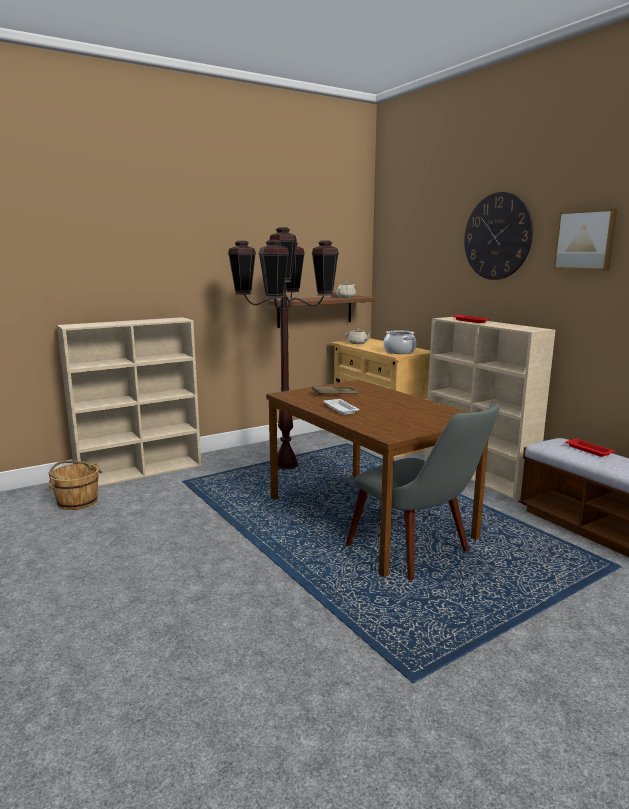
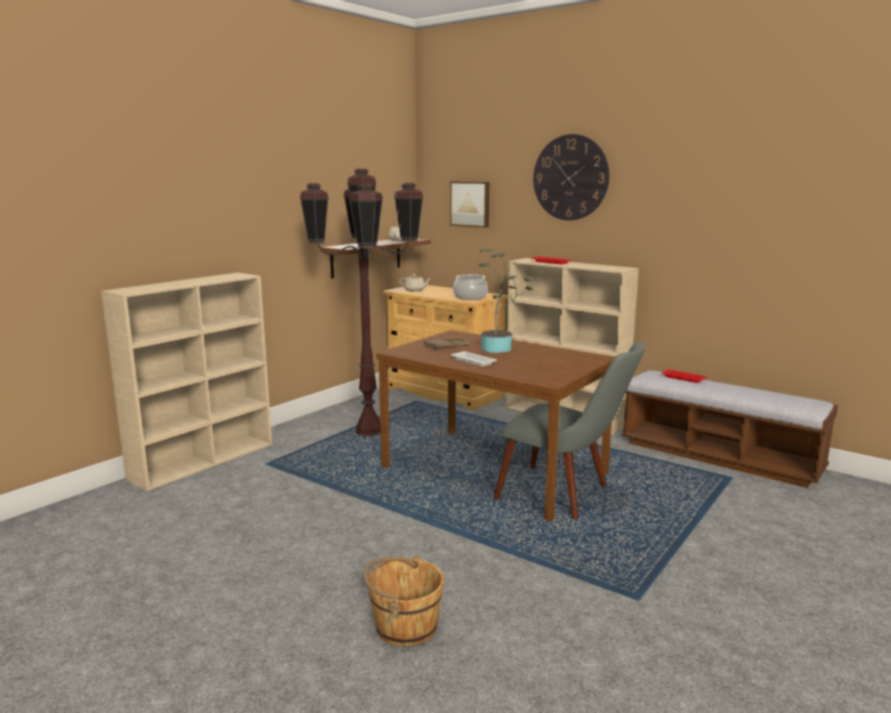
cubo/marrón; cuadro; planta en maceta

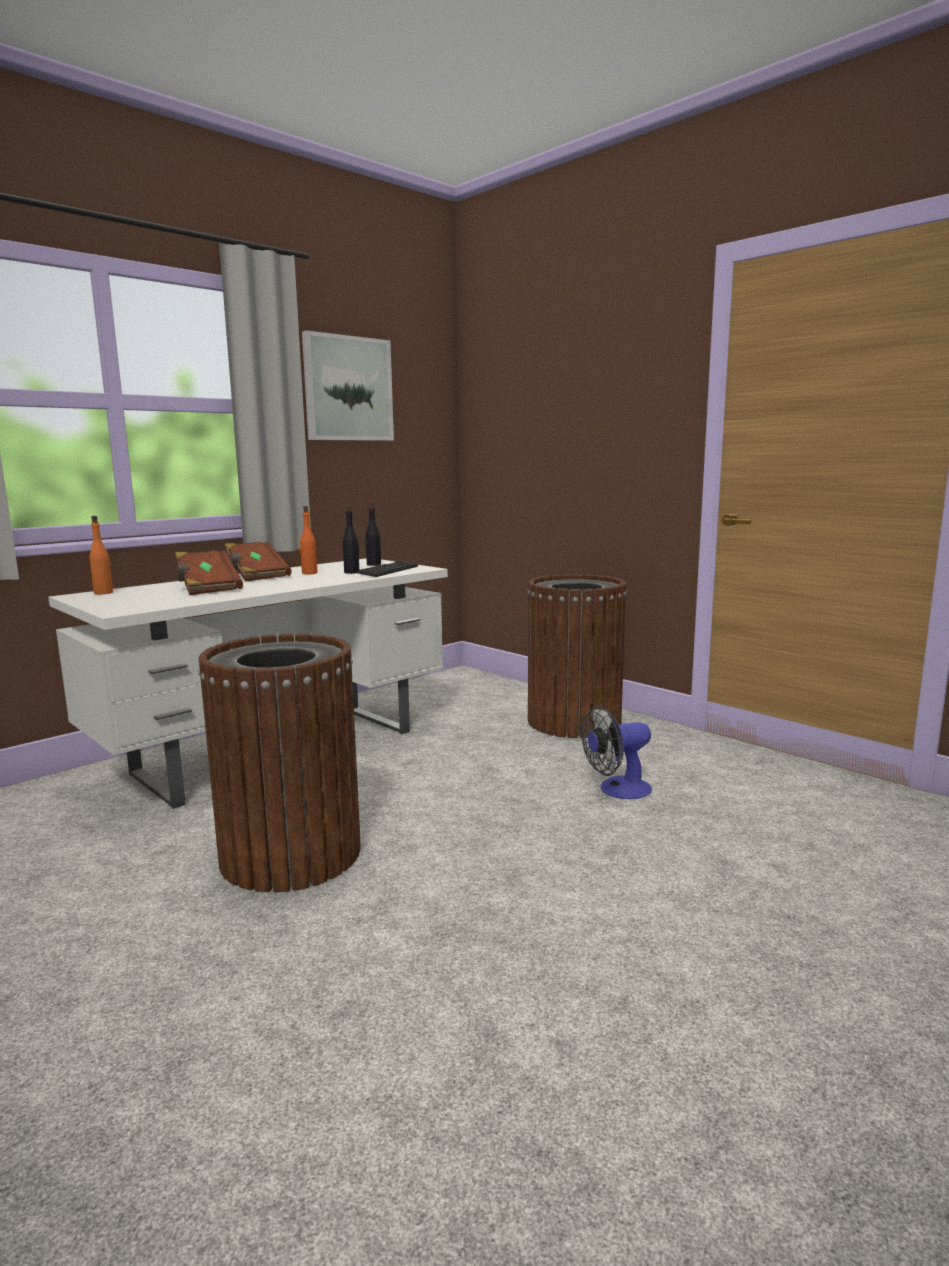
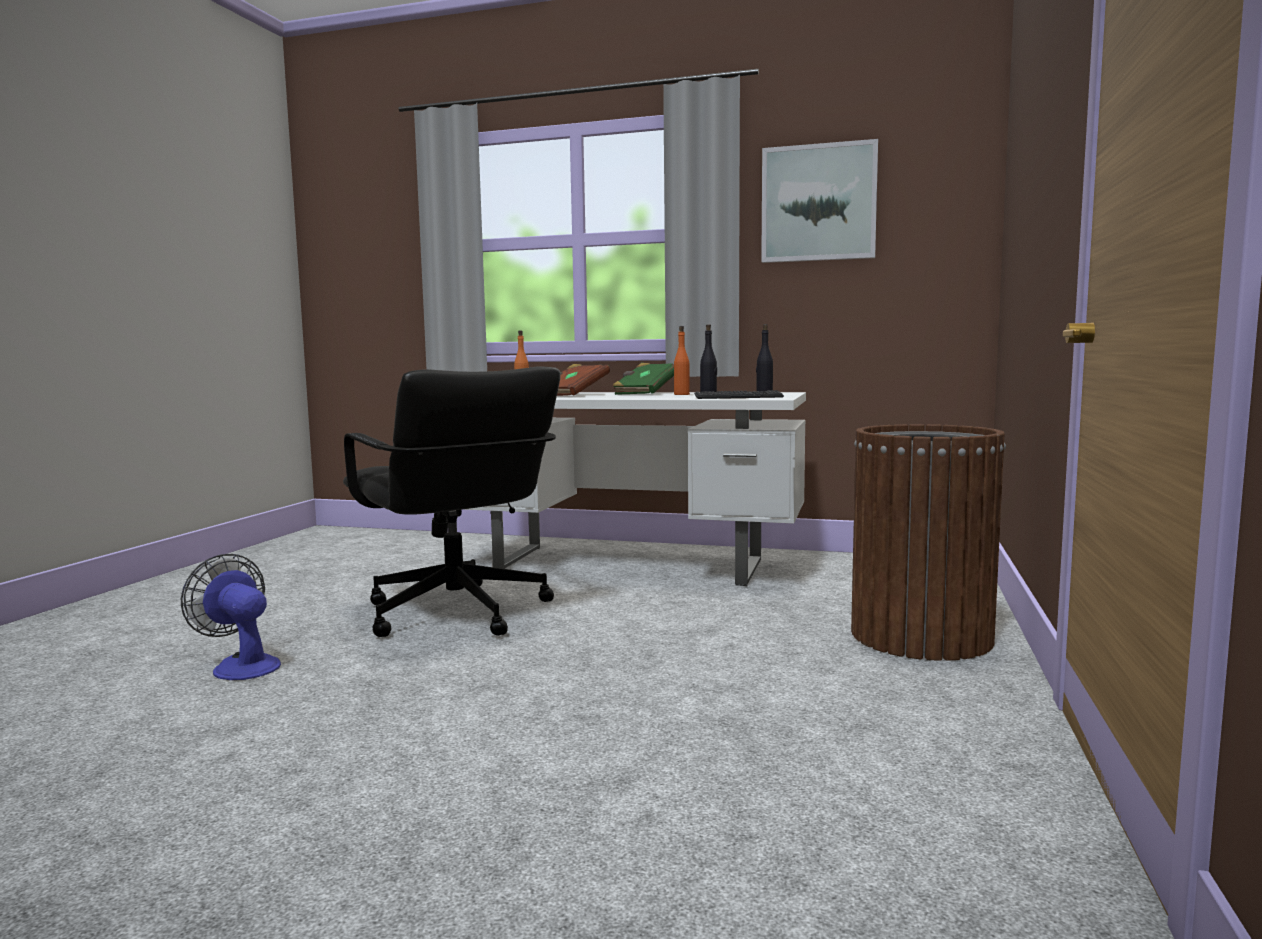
ventilador; silla de oficina/negro; libro/verde

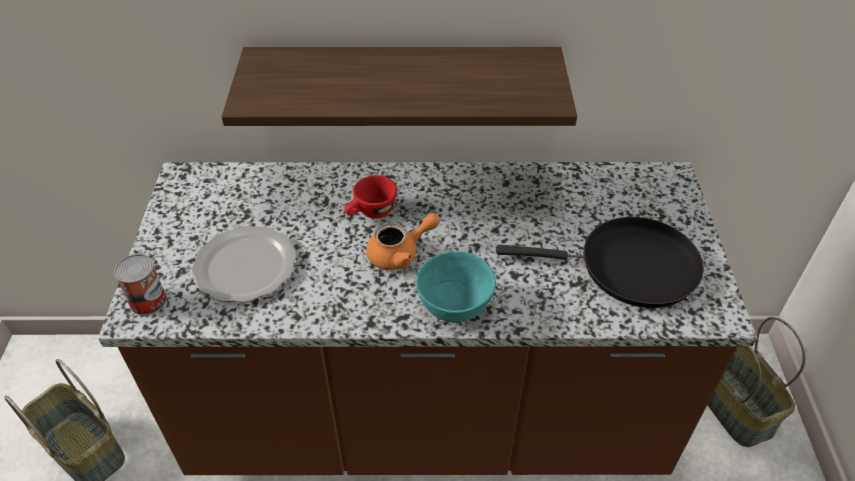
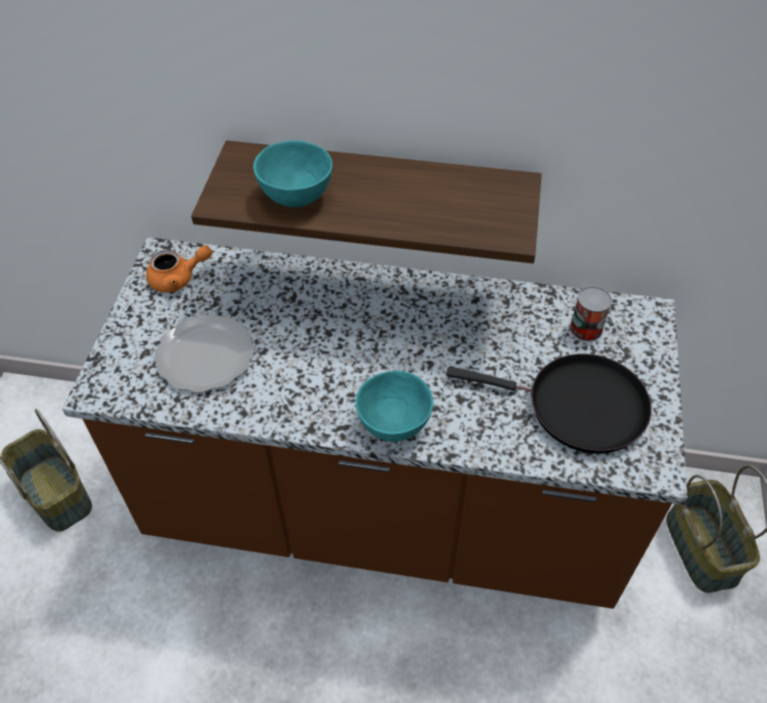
tetera/naranja; cuenco/turquesa (no. 1 from left); lata; taza/rojo

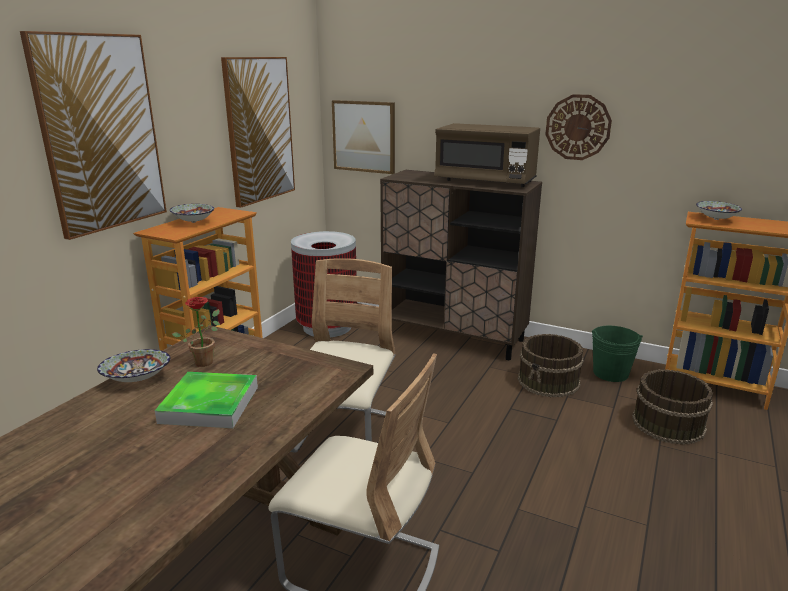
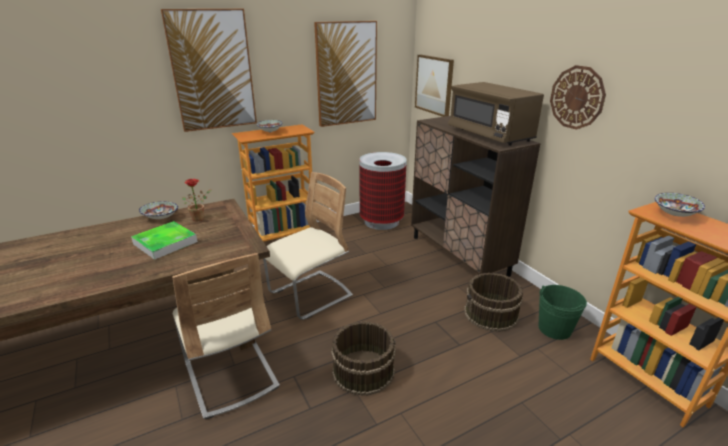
cubo/marrón (no. 1 from left)

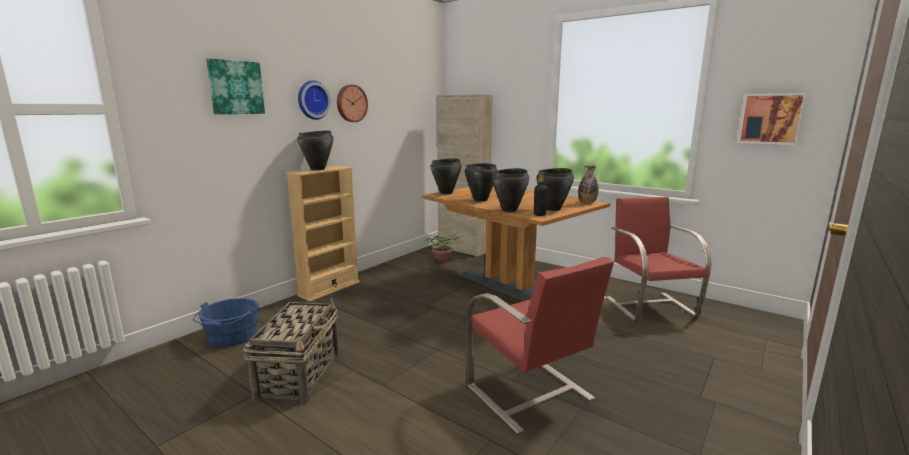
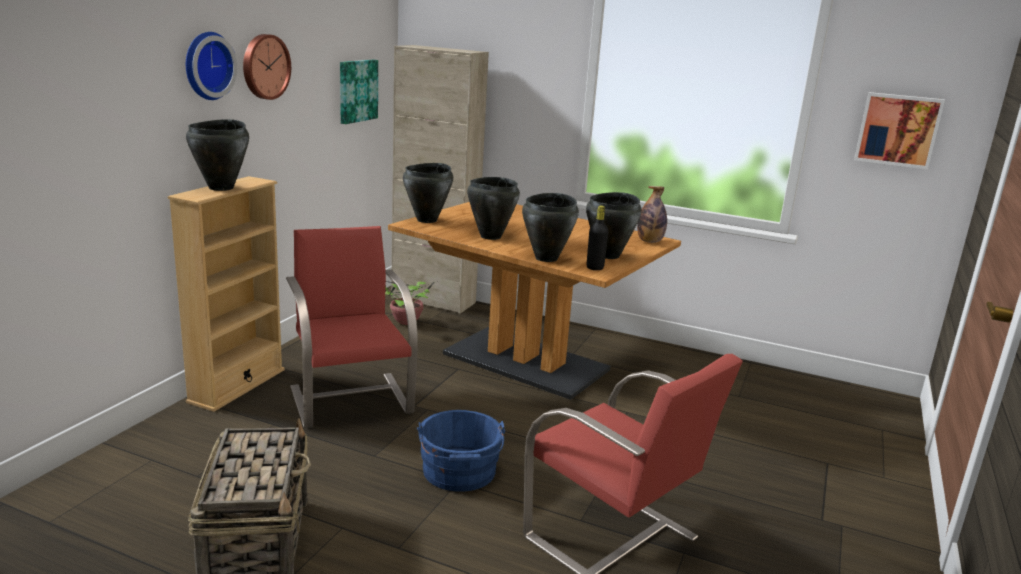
silla/rojo (no. 1 from left); cuadro (no. 1 from left); cubo/azul

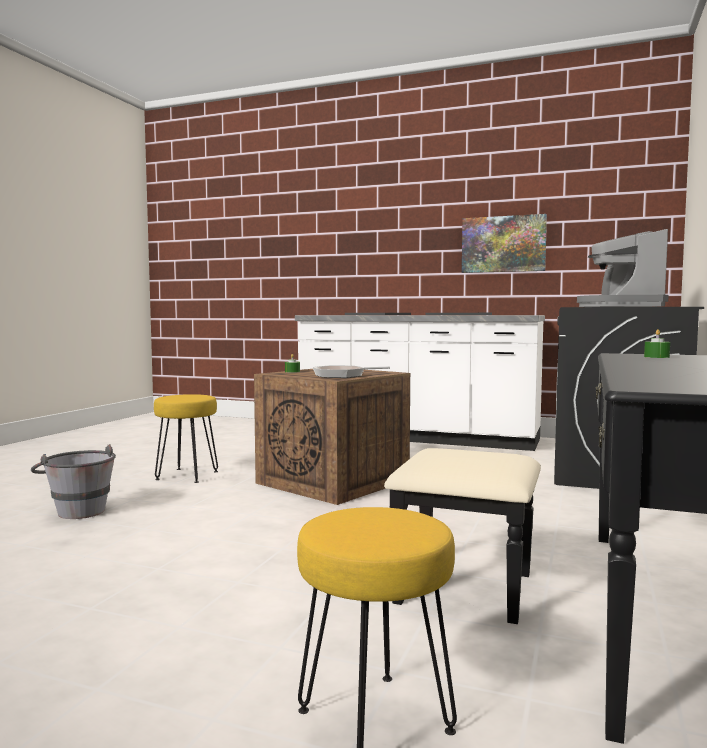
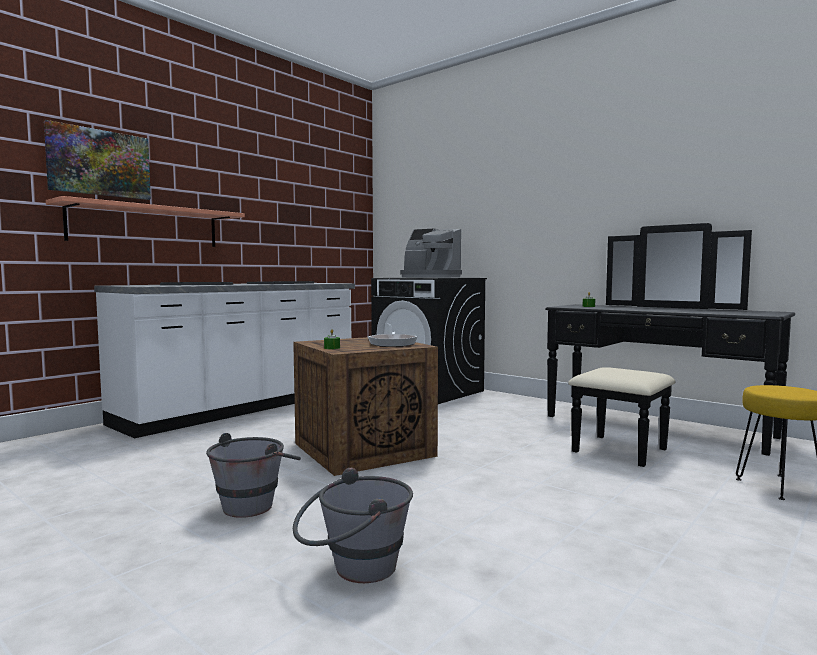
cuadro; estante; cubo/gris (no. 1 from left)

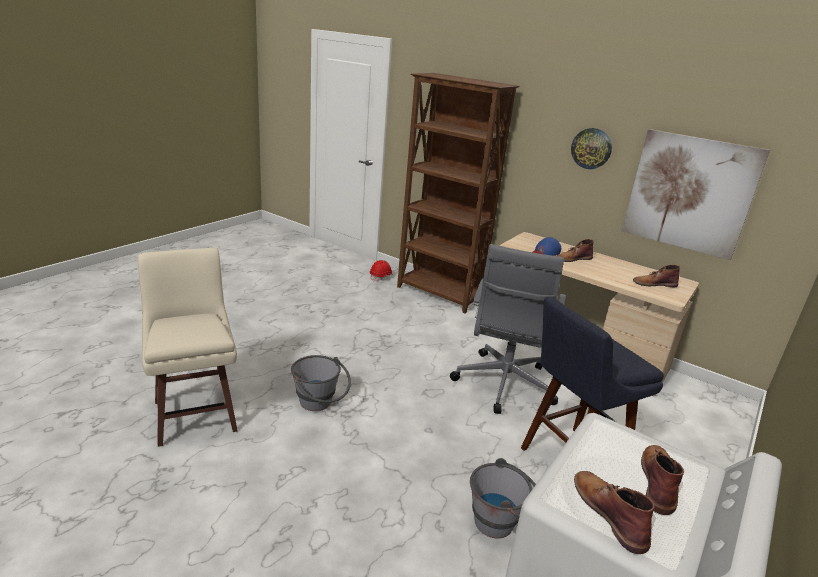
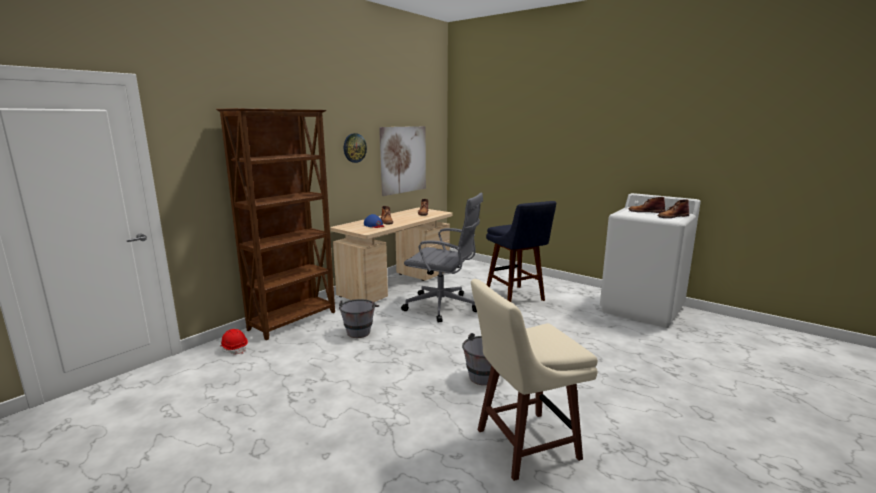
cubo/gris (no. 1 from left)

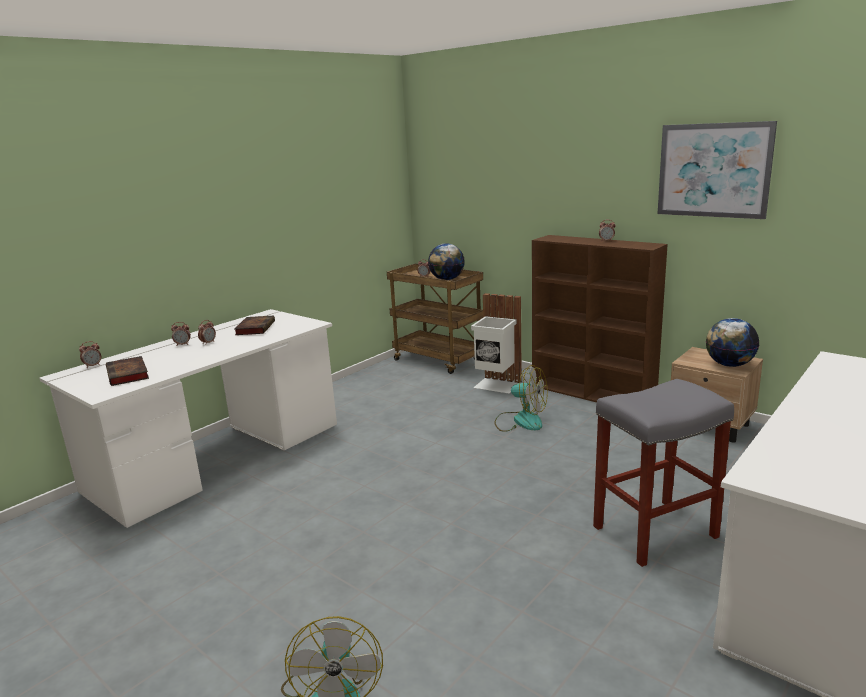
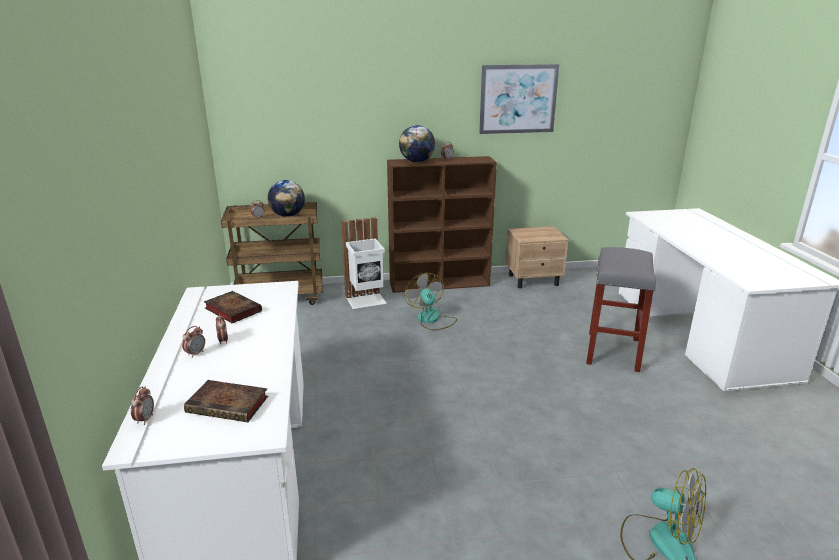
globo terráqueo (no. 2 from left); ventilador (no. 1 from left)

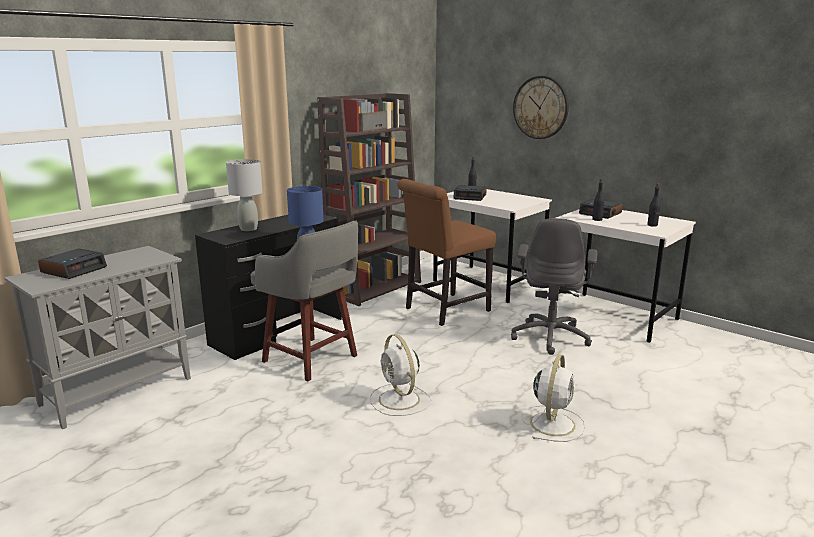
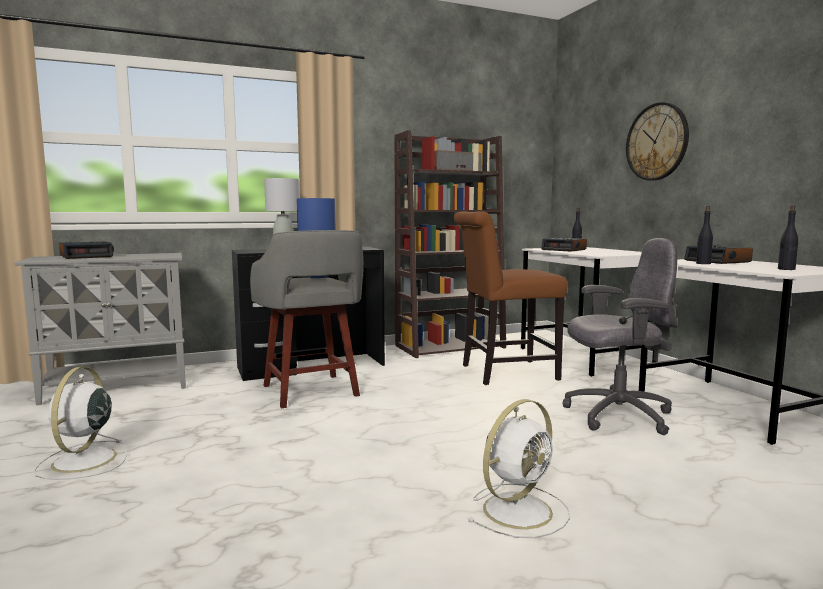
ventilador/blanco (no. 1 from left); silla de oficina/gris

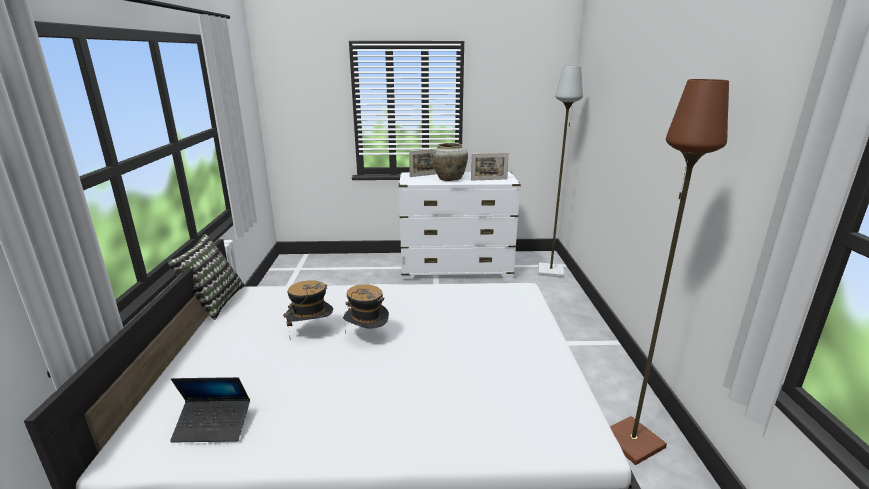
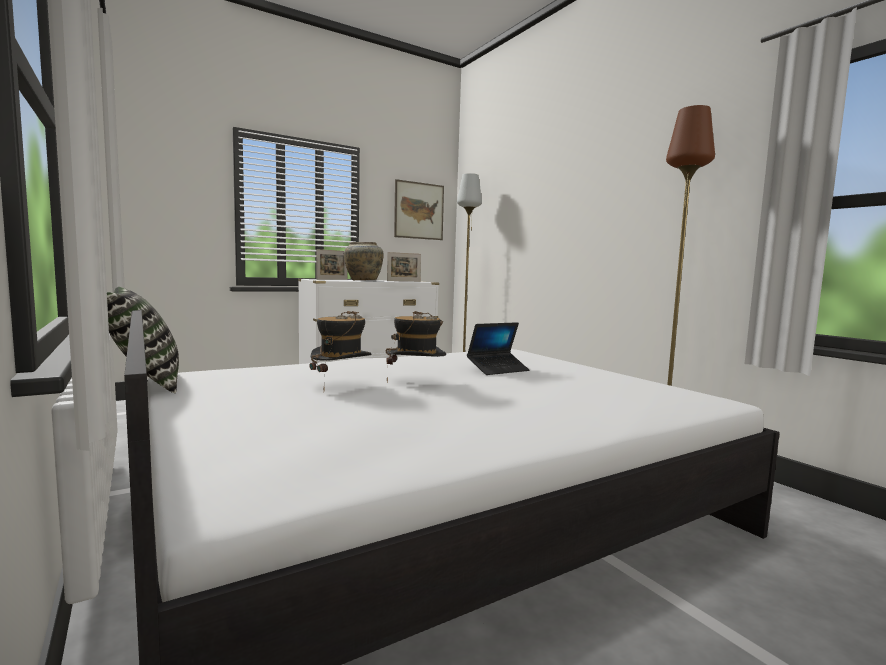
cuadro; portátil

